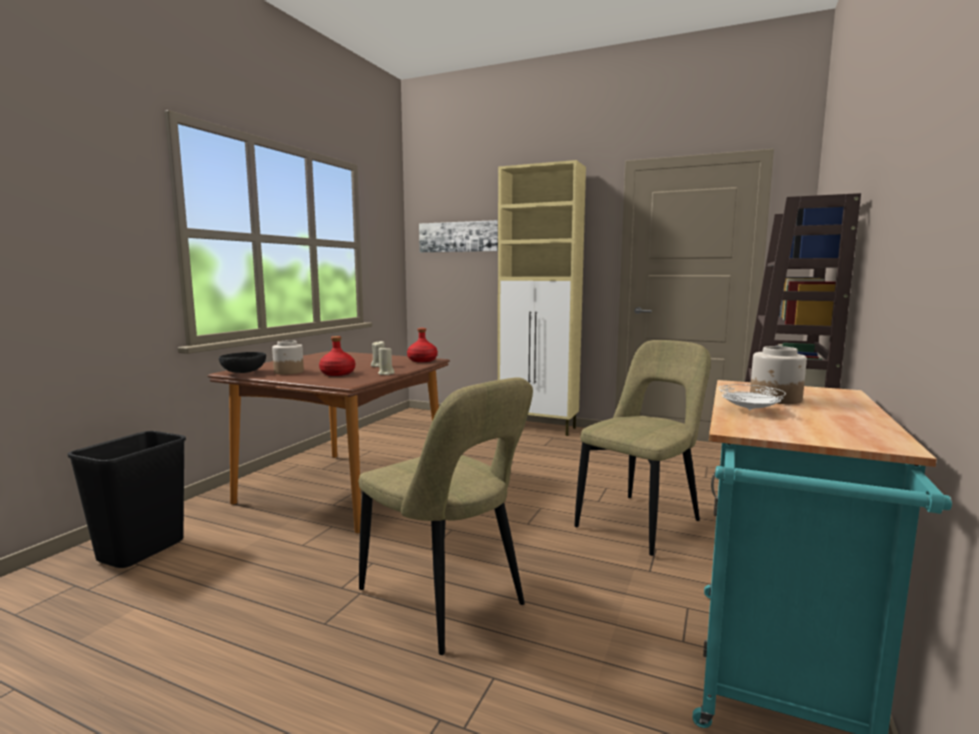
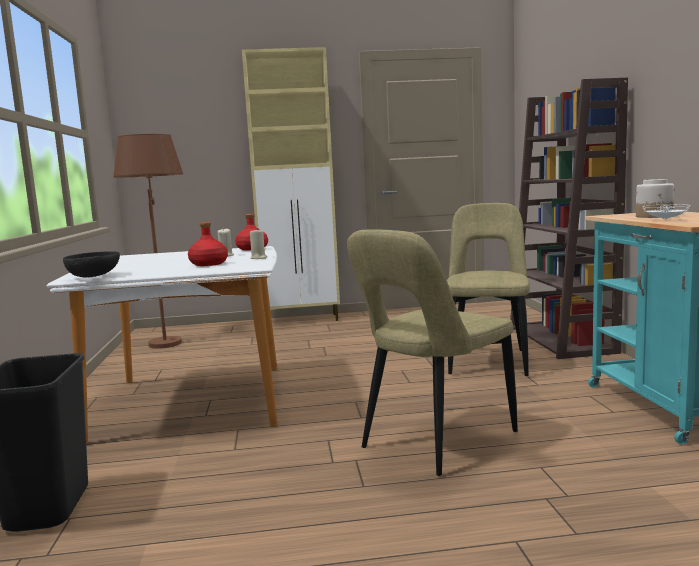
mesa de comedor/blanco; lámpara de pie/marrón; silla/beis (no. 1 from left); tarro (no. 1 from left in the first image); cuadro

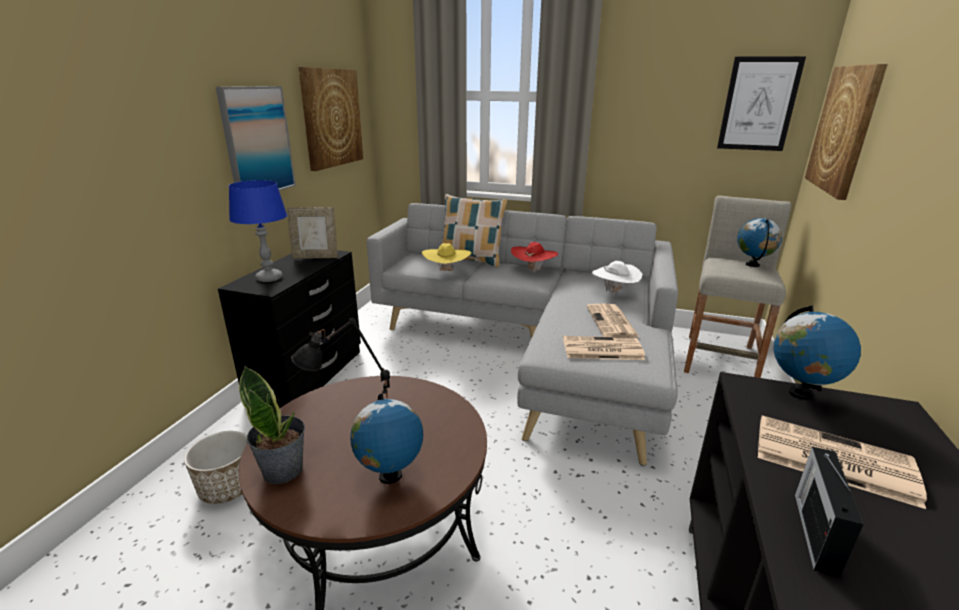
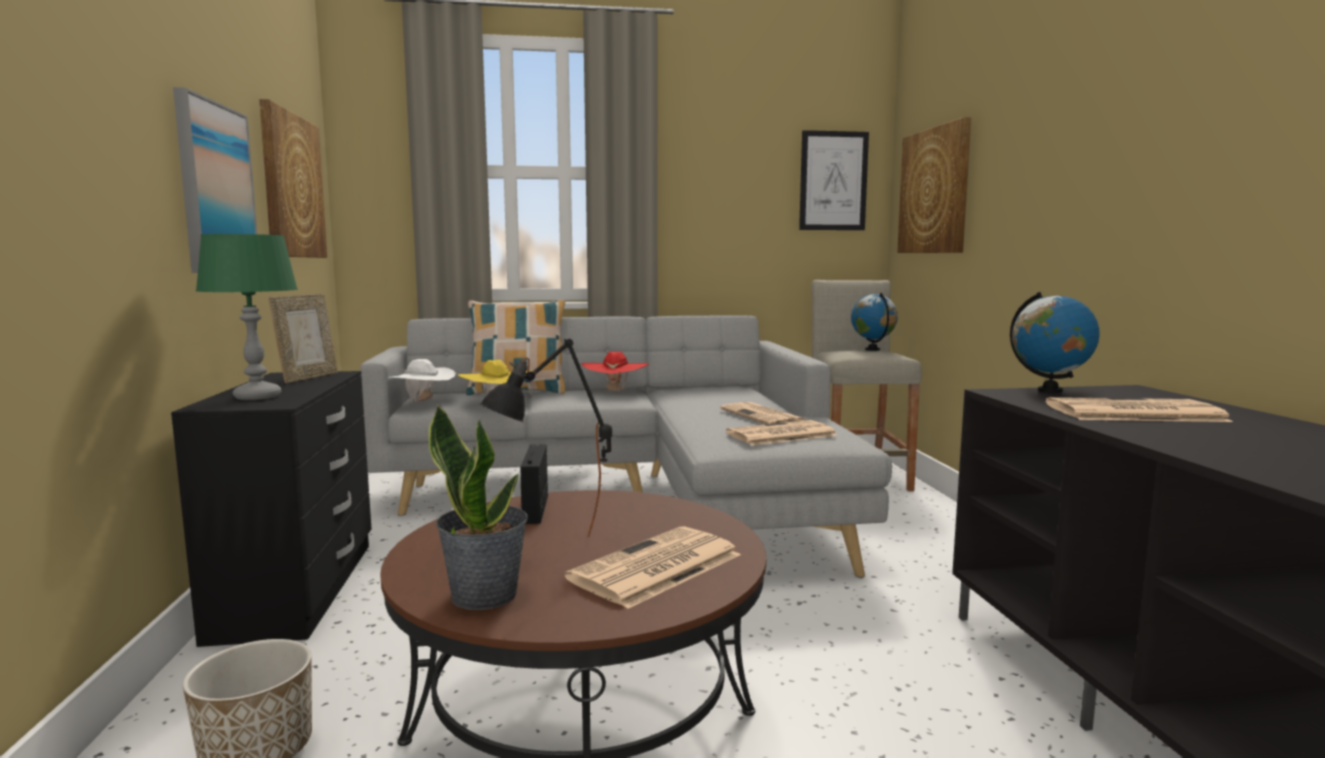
lámpara de mesa/verde; portarretratos; sombrero/blanco; radio; periódico (no. 1 from left)

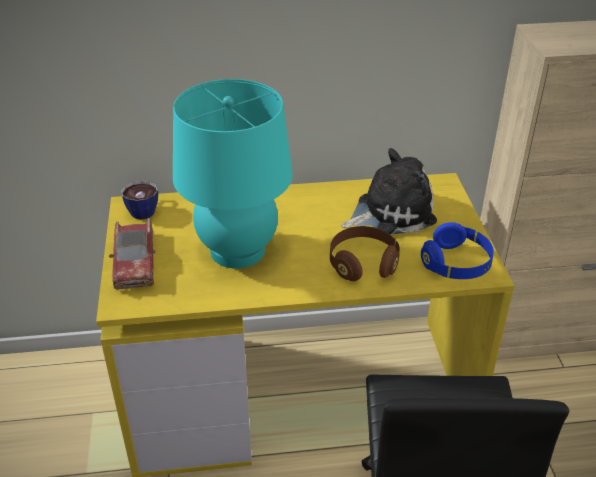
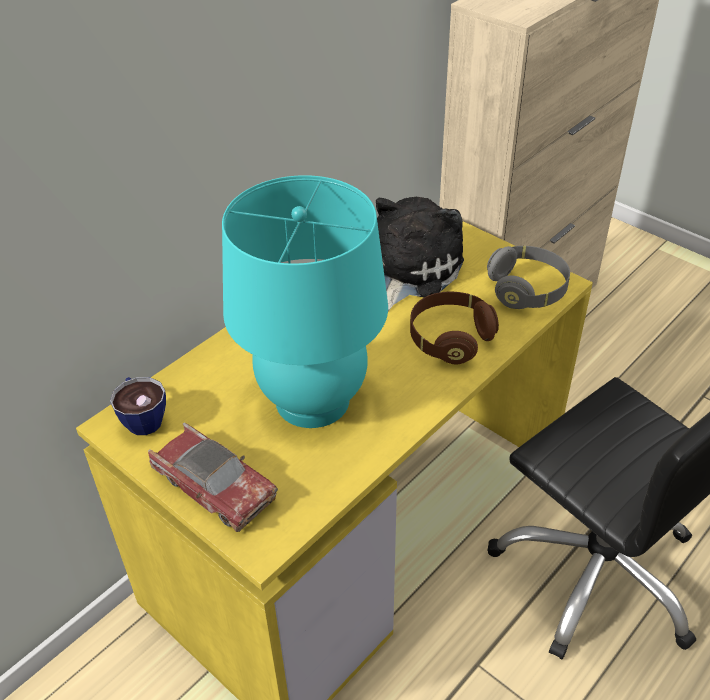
auriculares/gris

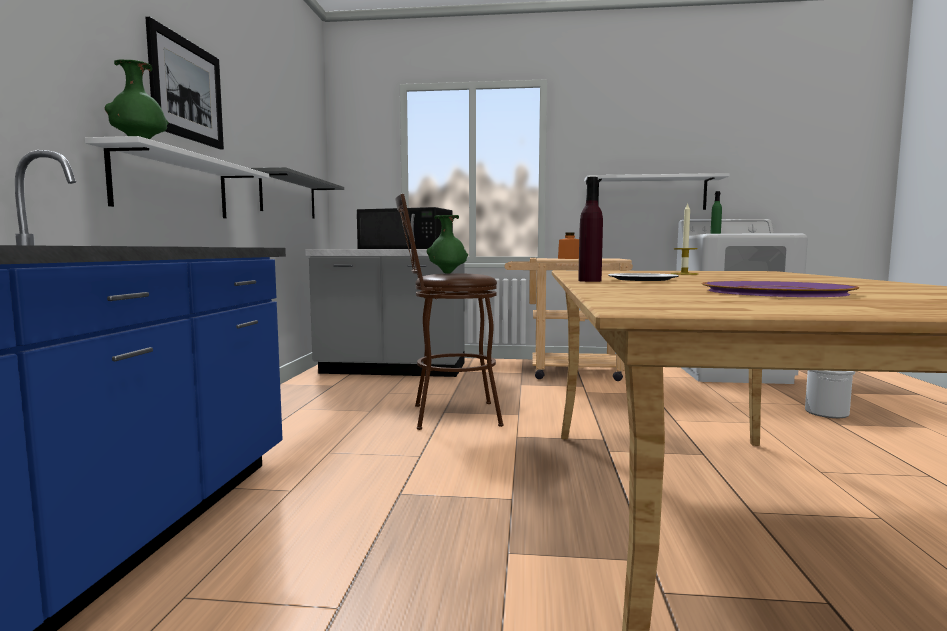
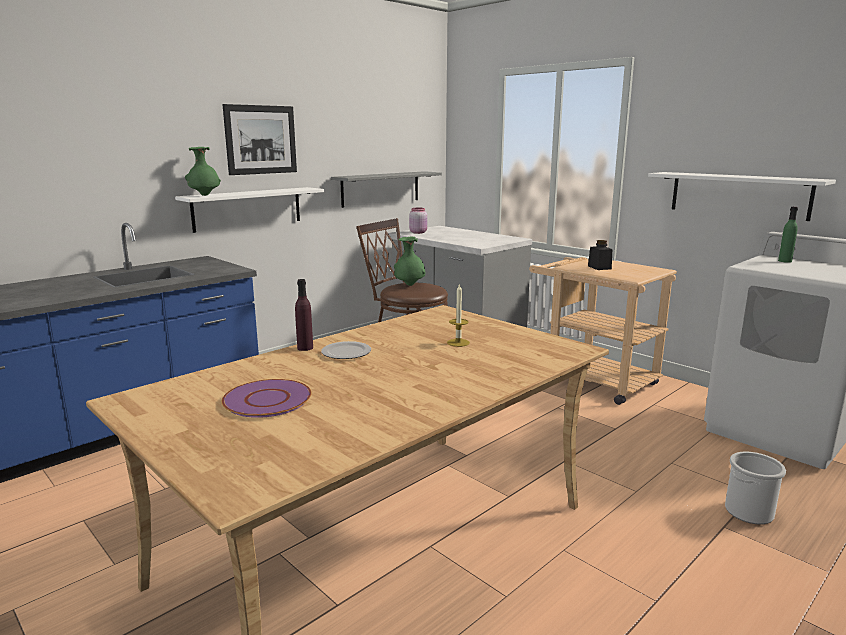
tarro/rosa; tarro/negro; microondas/negro

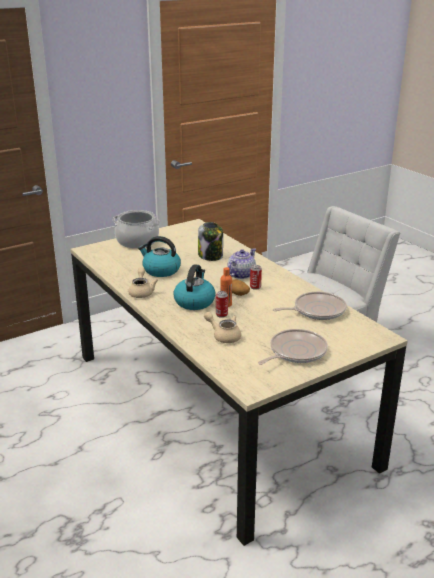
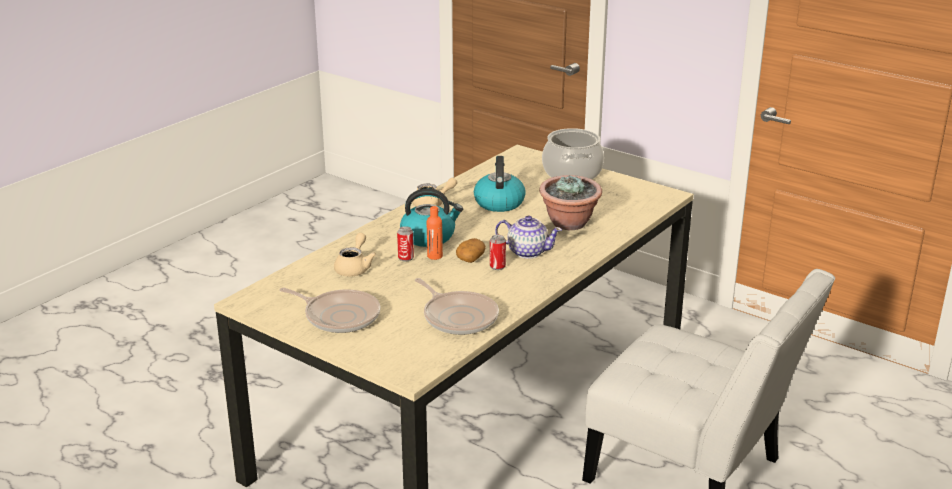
planta en maceta

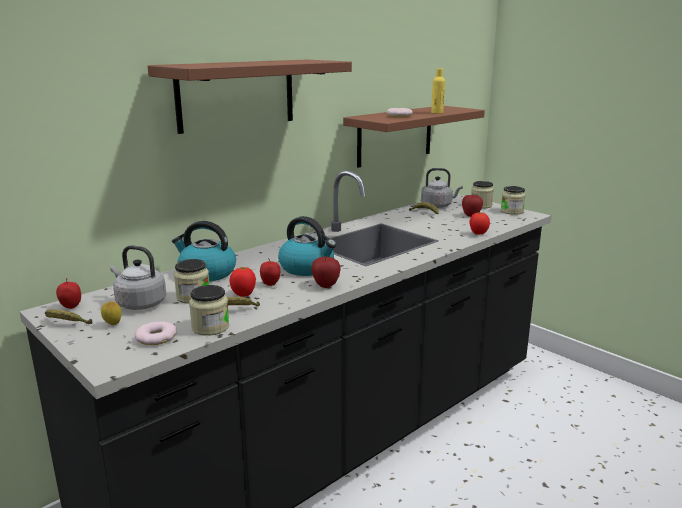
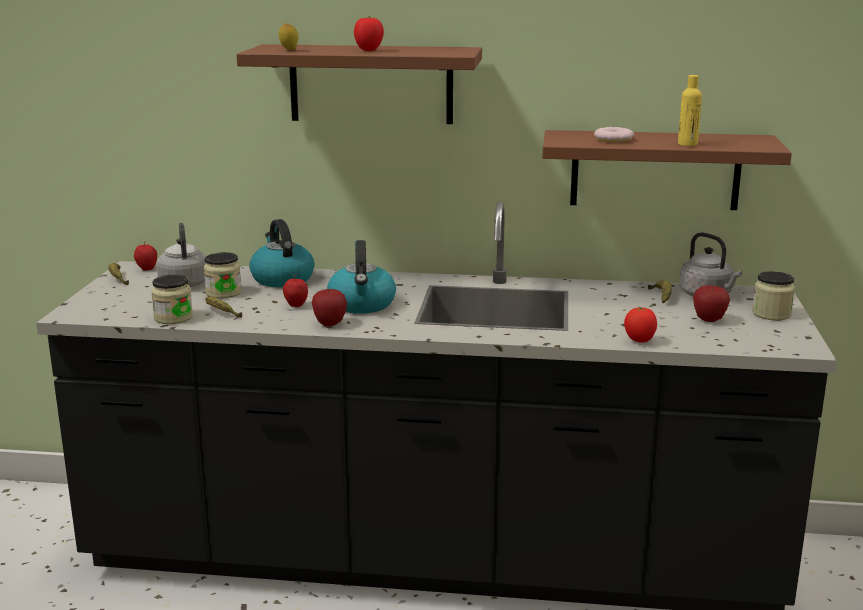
limón; tomate (no. 1 from left); rosquilla (no. 1 from left in the first image); tarro (no. 4 from left in the first image)

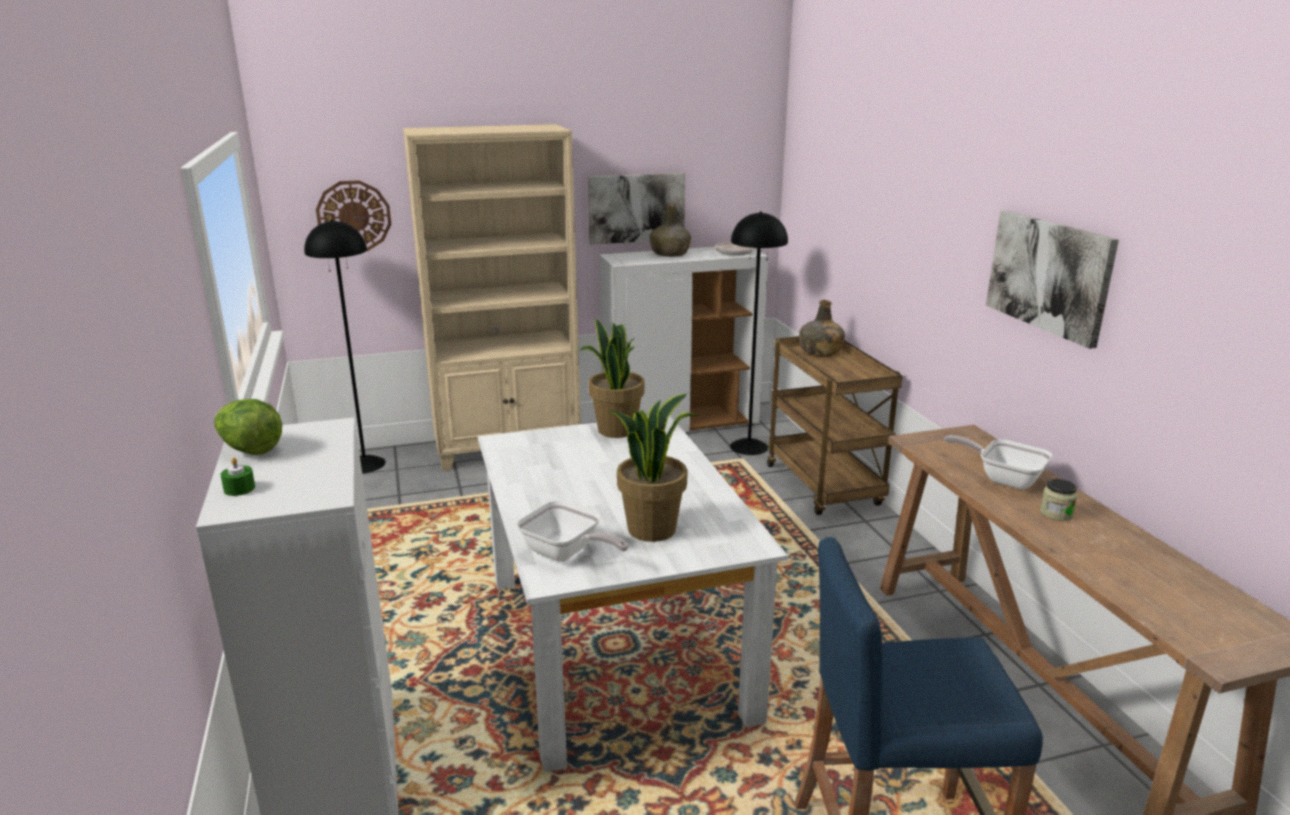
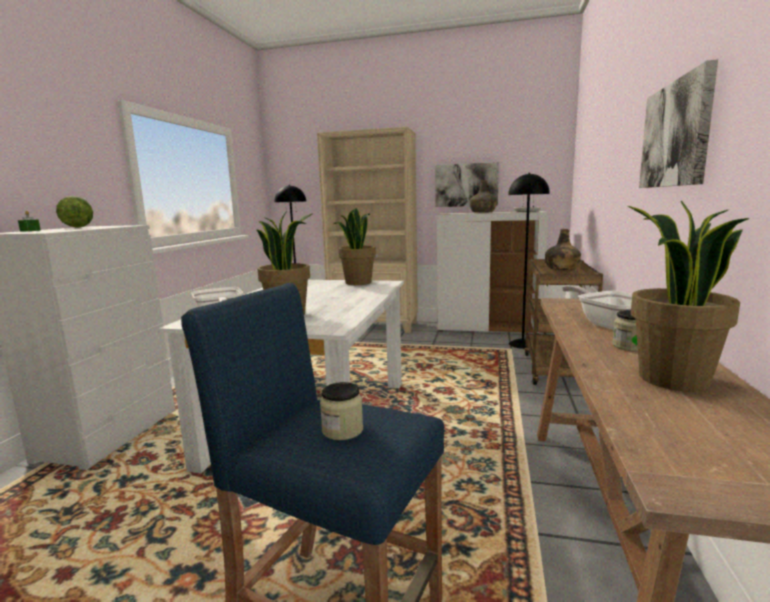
tarro (no. 1 from left); planta en maceta (no. 3 from left); reloj de pared

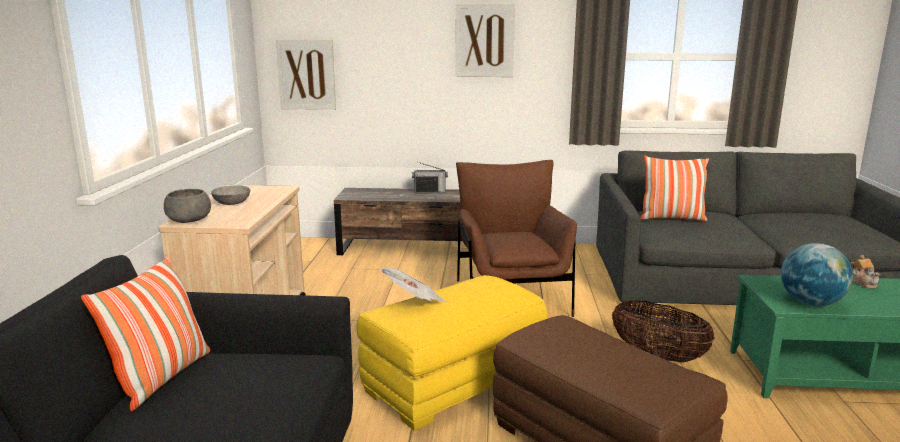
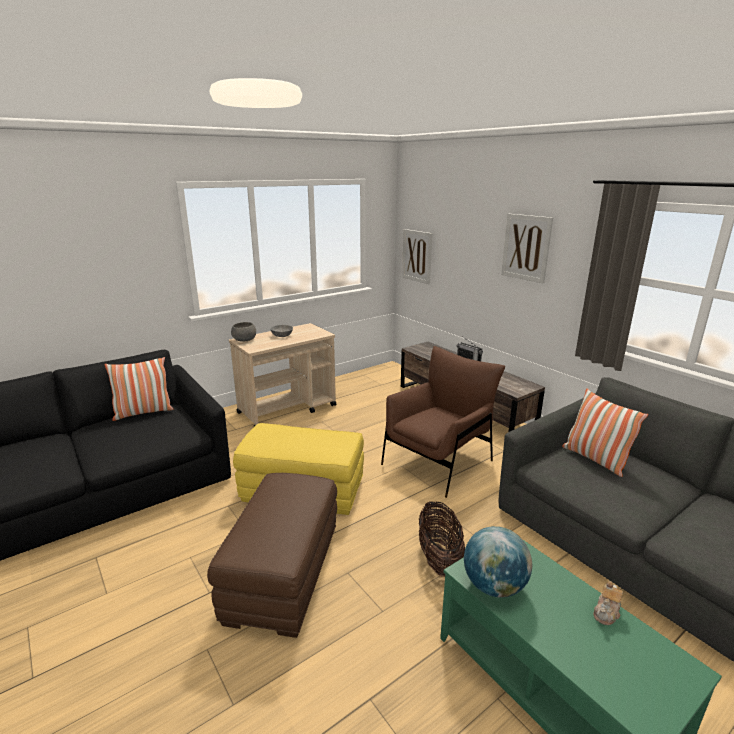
periódico

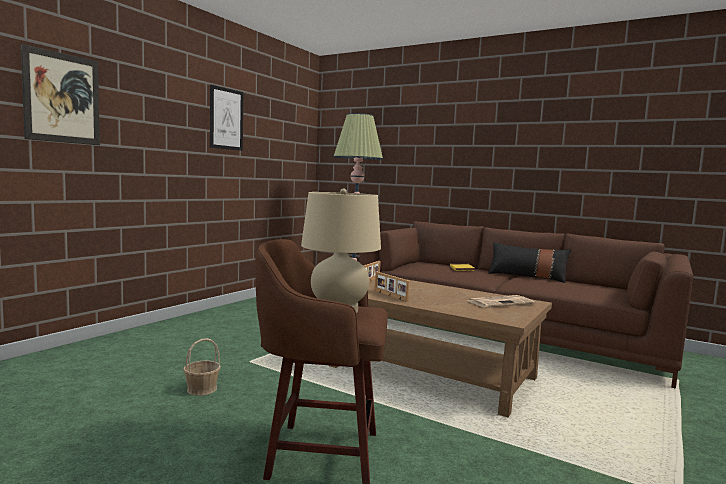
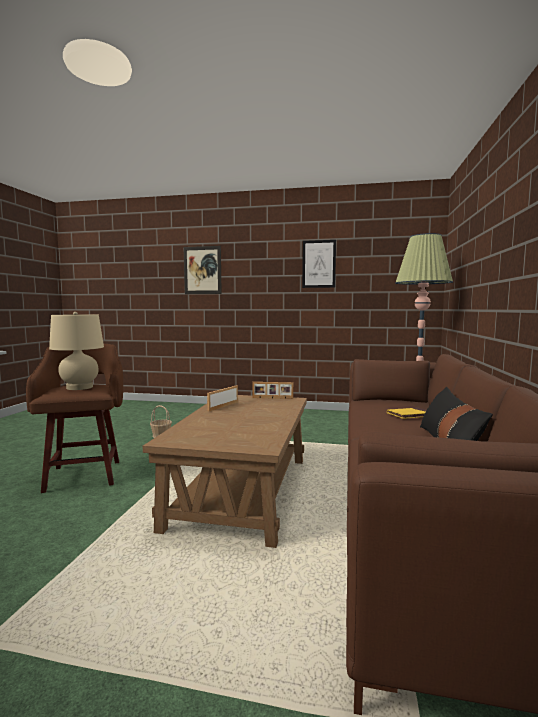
periódico

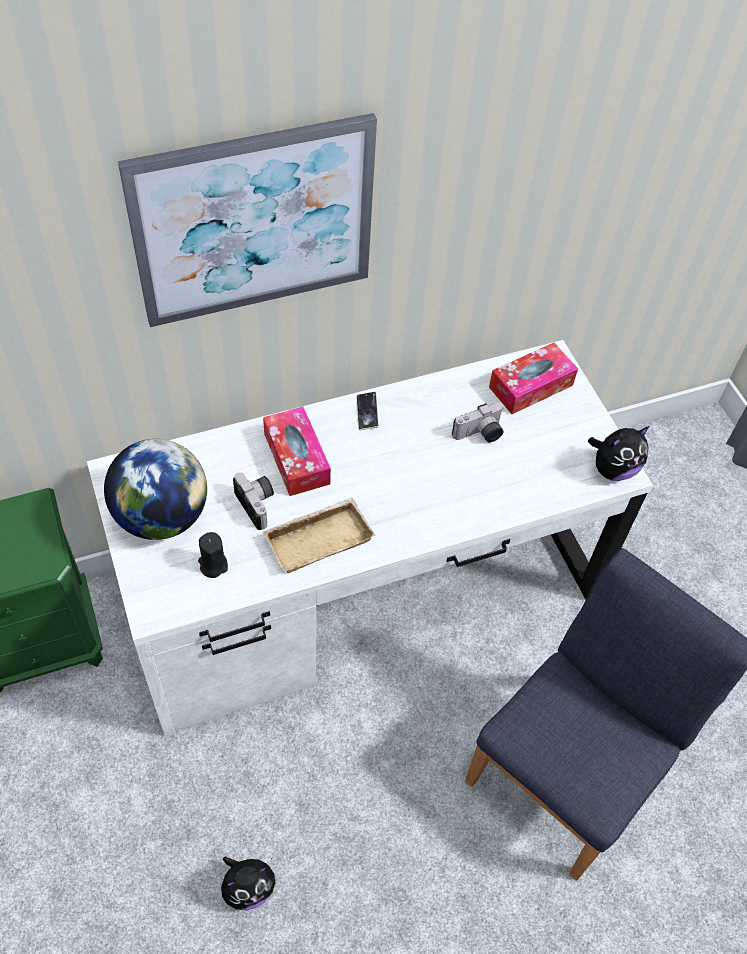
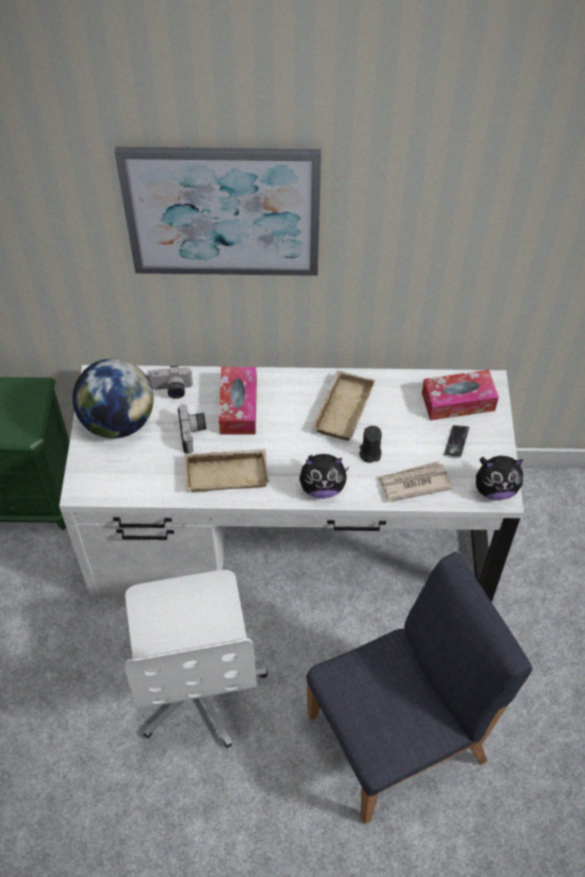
silla de oficina/blanco; cámara (no. 1 from left); peluche (no. 1 from left); bandeja/beis (no. 2 from left); vela/negro; periódico; móvil

